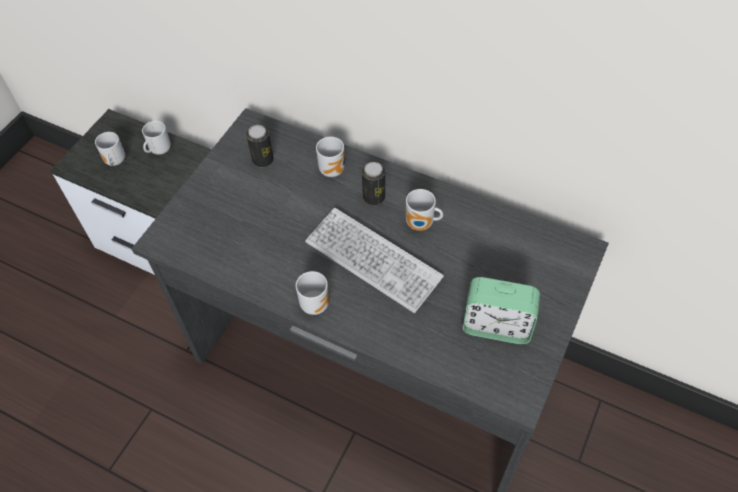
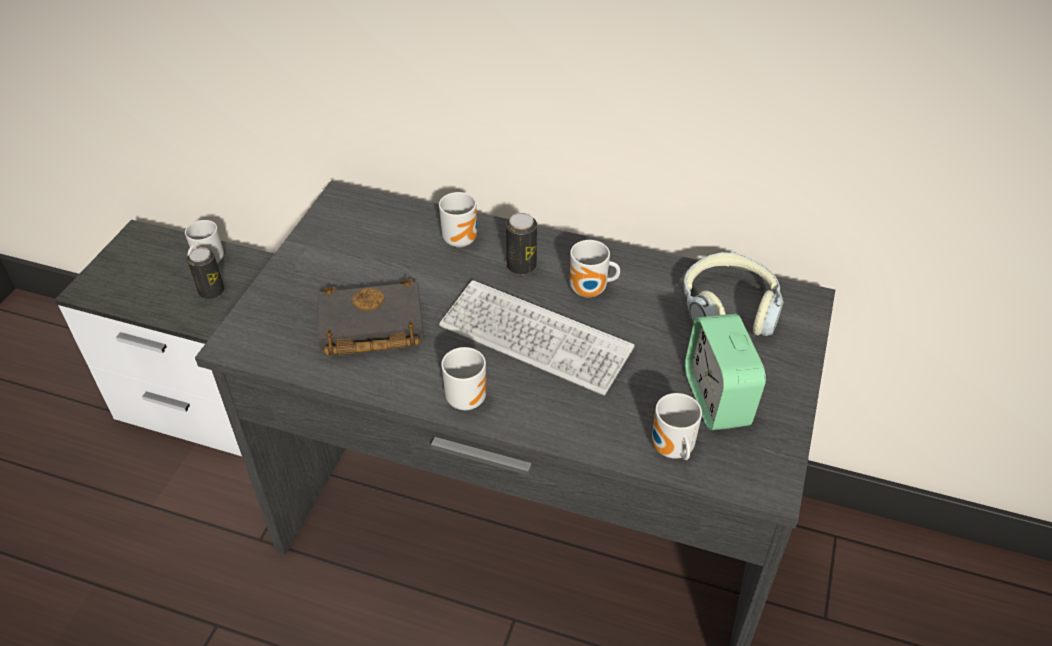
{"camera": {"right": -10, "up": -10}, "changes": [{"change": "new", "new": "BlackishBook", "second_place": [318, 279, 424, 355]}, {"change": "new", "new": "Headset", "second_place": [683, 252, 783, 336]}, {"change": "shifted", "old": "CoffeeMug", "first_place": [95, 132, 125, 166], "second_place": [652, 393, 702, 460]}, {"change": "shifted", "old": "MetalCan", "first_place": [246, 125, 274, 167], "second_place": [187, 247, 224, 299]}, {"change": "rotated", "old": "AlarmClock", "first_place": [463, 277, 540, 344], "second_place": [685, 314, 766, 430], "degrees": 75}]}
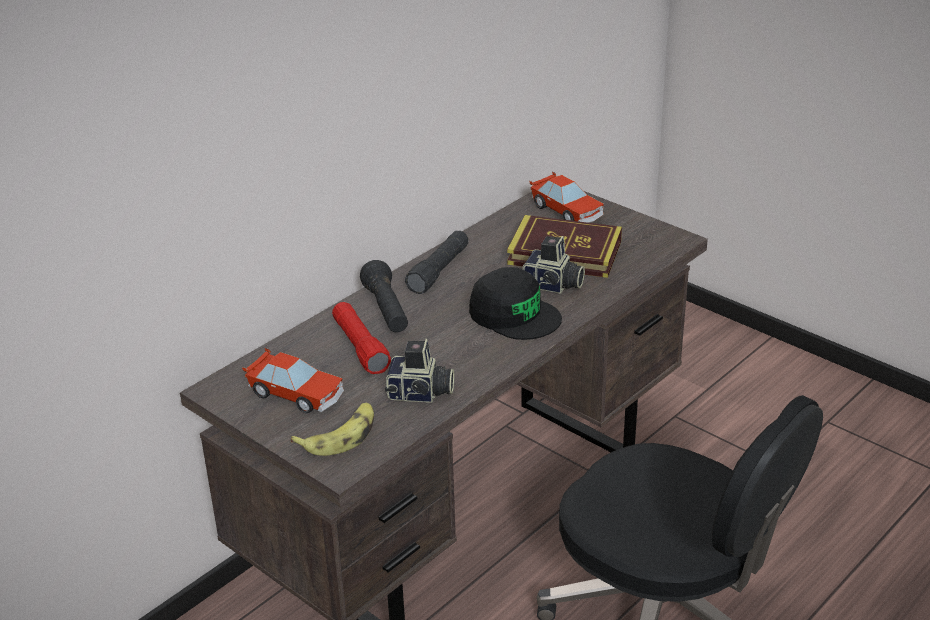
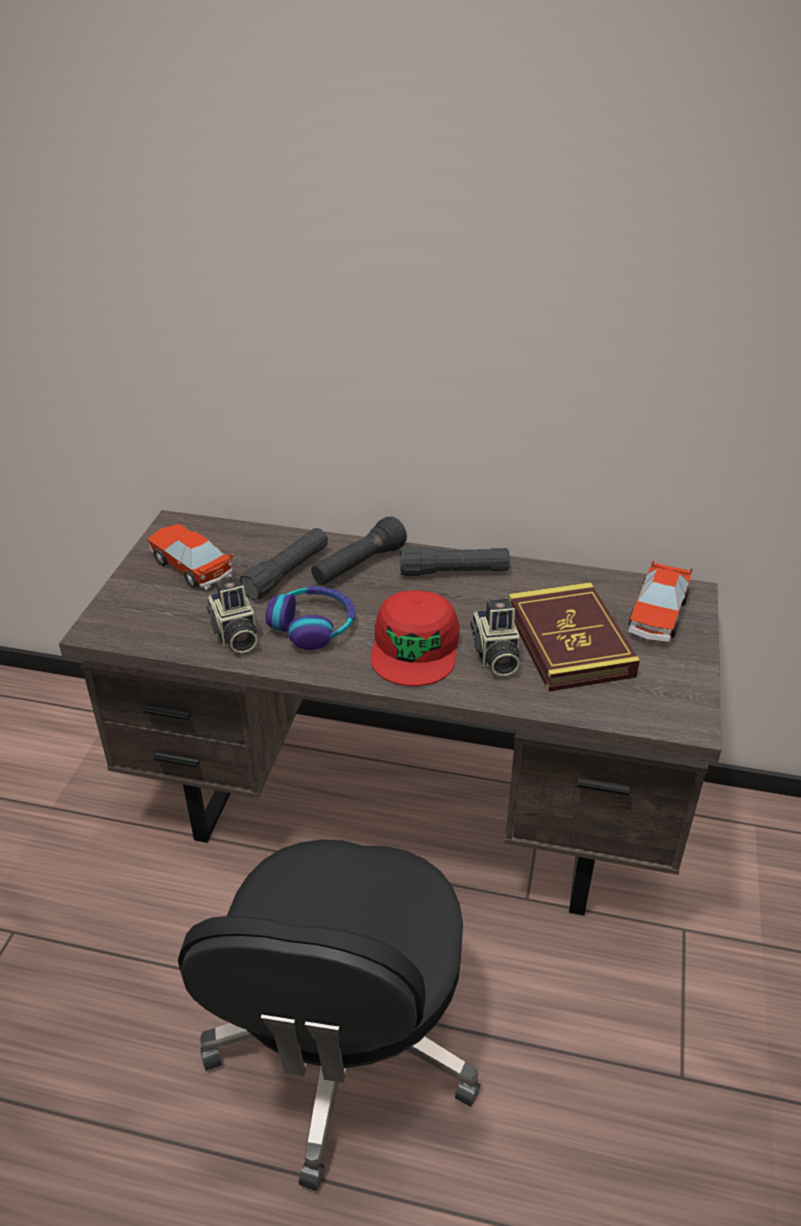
{"camera": {"right": 60, "up": 5}, "changes": [{"change": "gone", "old": "Banana", "first_place": [291, 403, 374, 456]}, {"change": "new", "new": "Headset", "second_place": [266, 586, 355, 650]}, {"change": "repainted", "old": "RedColouredHandTorch", "new": "BlackishHandTorch", "first_place": [332, 302, 391, 374], "second_place": [239, 528, 328, 600]}, {"change": "repainted", "old": "BlackishBaseballCap", "new": "RedColouredBaseballCap", "first_place": [469, 267, 562, 340], "second_place": [371, 590, 459, 686]}, {"change": "rotated", "old": "ToyCar", "first_place": [242, 348, 344, 414], "second_place": [147, 524, 233, 590], "degrees": 135}]}
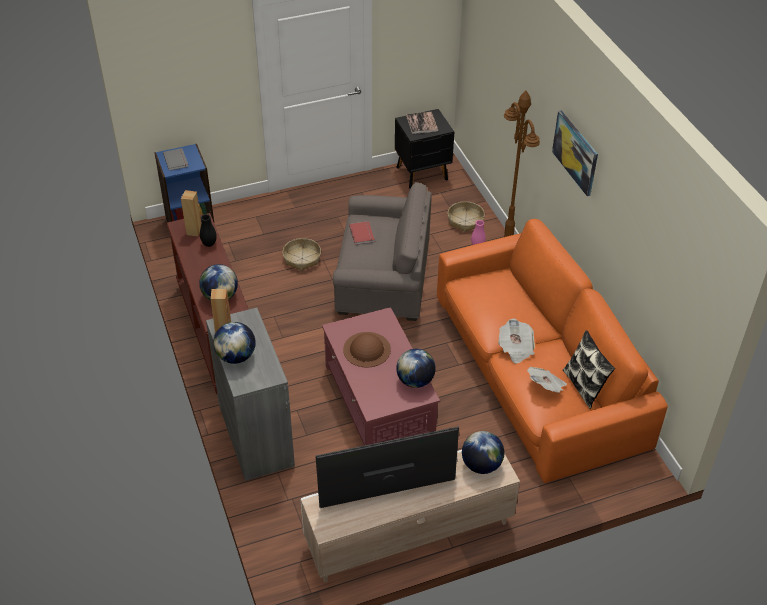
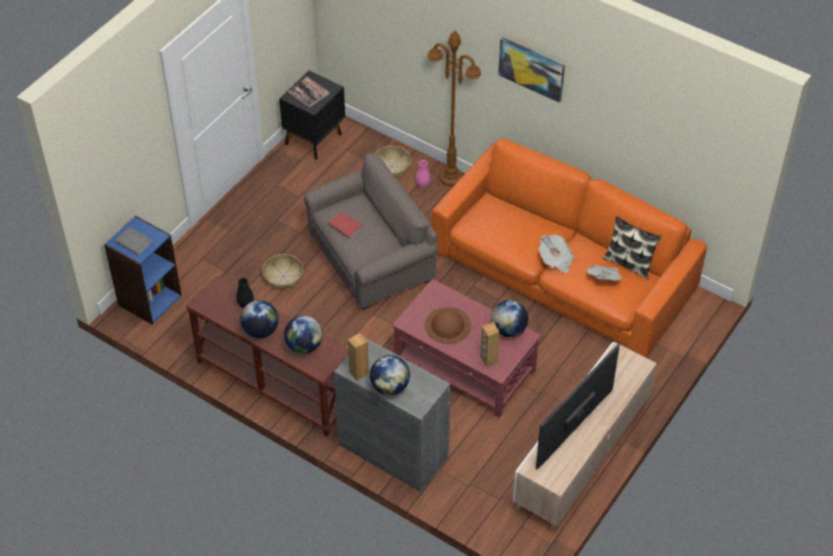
{"camera": {"right": -35, "up": 5}, "changes": [{"change": "shifted", "old": "BrownColouredLoudspeaker", "first_place": [181, 190, 201, 237], "second_place": [480, 322, 500, 367]}, {"change": "shifted", "old": "DeskGlobe", "first_place": [462, 431, 504, 474], "second_place": [240, 300, 279, 338]}]}
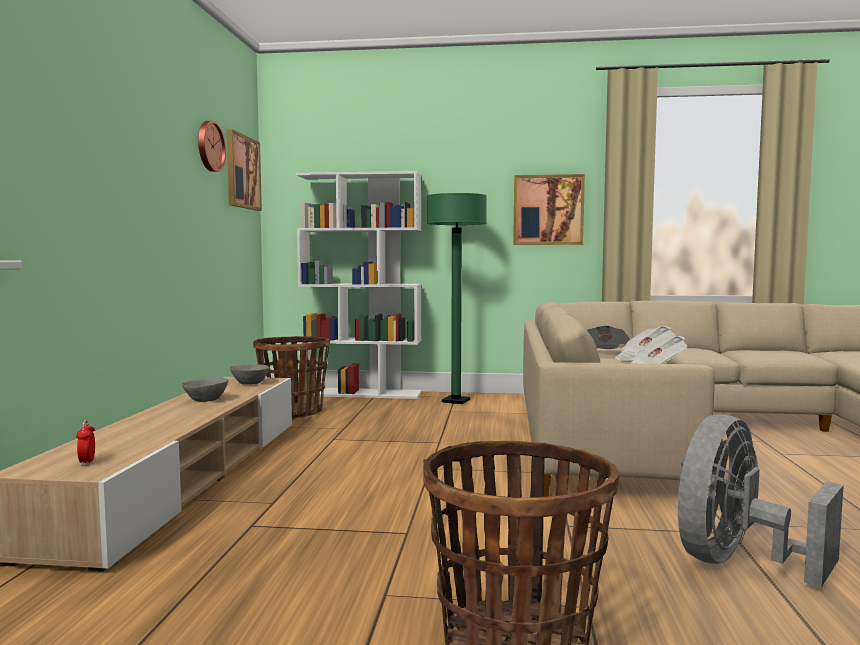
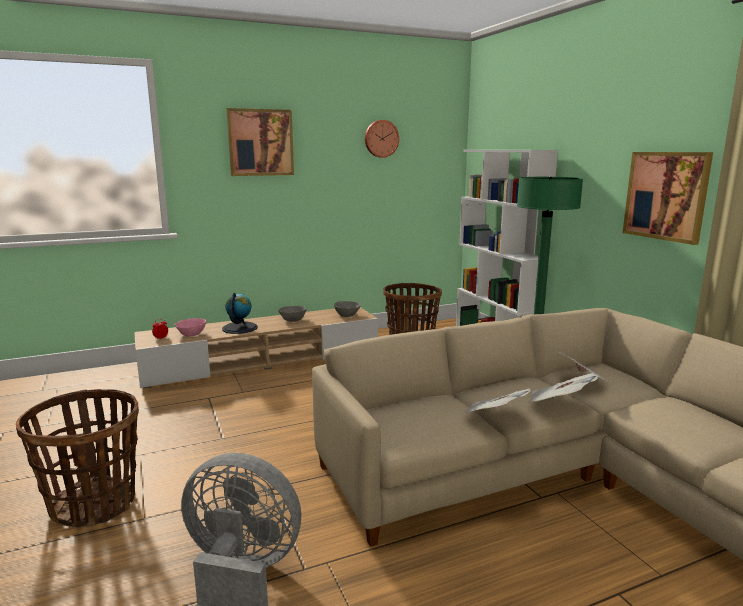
{"camera": {"right": 60, "up": 10}, "changes": [{"change": "new", "new": "PinkColouredDeepDish", "second_place": [175, 318, 206, 336]}, {"change": "new", "new": "DeskGlobe", "second_place": [222, 292, 258, 334]}, {"change": "shifted", "old": "WallPicture", "first_place": [227, 129, 262, 211], "second_place": [226, 108, 294, 176]}]}
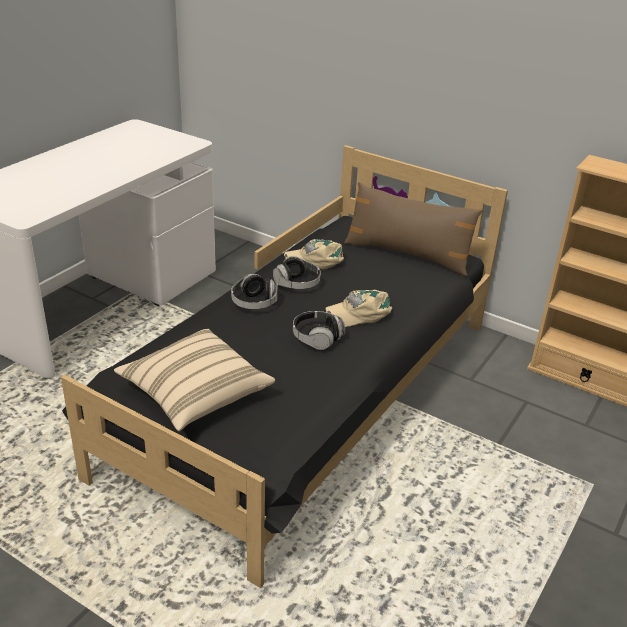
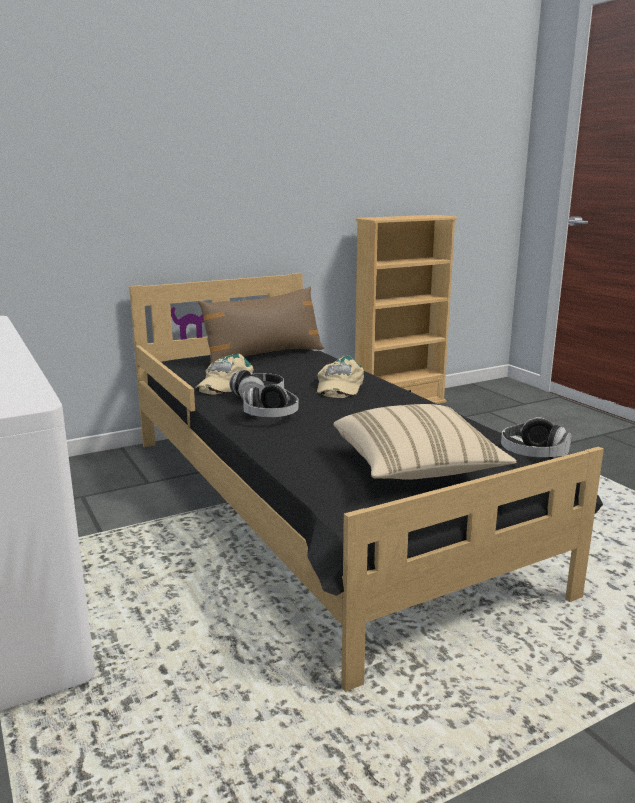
{"camera": {"right": -60, "up": -15}, "changes": [{"change": "shifted", "old": "Headset", "first_place": [293, 311, 345, 350], "second_place": [501, 417, 572, 459]}]}
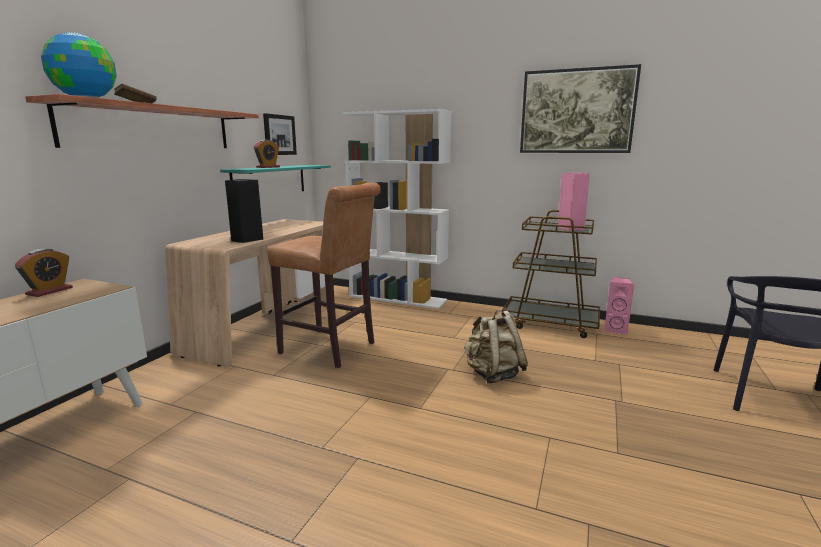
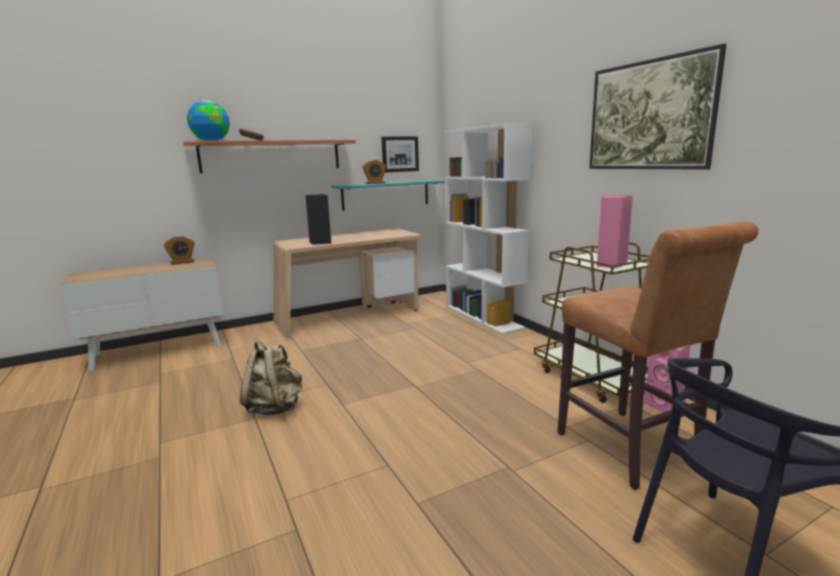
{"camera": {"right": 40, "up": 0}, "changes": [{"change": "shifted", "old": "BrownColouredStool", "first_place": [267, 183, 381, 368], "second_place": [557, 221, 758, 490]}, {"change": "shifted", "old": "BeigeColouredBackpack", "first_place": [464, 310, 528, 383], "second_place": [240, 341, 302, 415]}]}
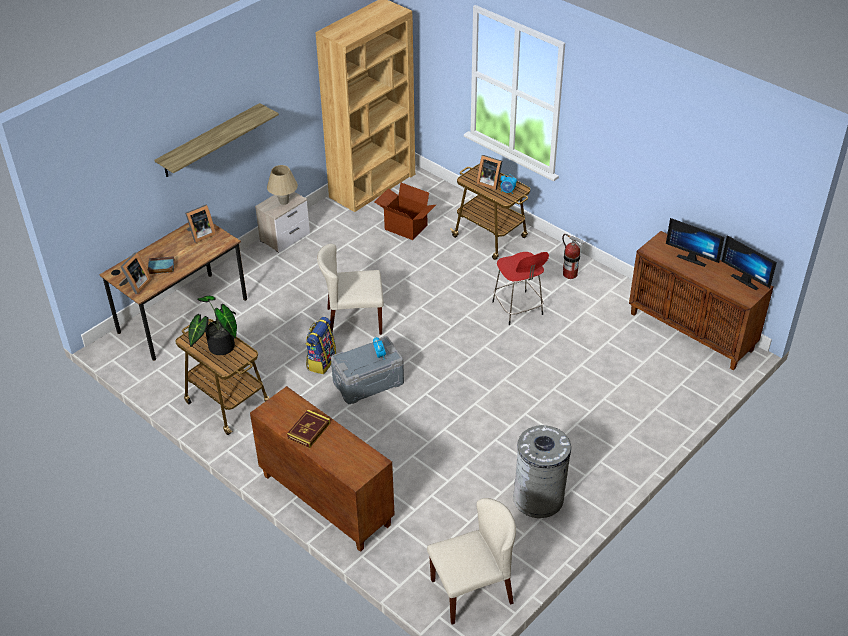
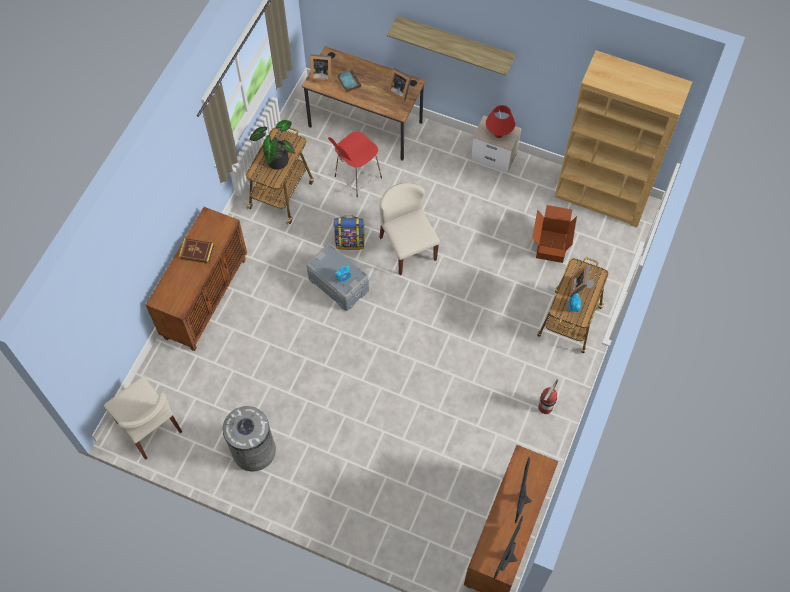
{"camera": {"right": 70, "up": 20}, "changes": [{"change": "shifted", "old": "RedColouredStool", "first_place": [492, 252, 549, 325], "second_place": [328, 131, 382, 197]}, {"change": "repainted", "old": "BeigeColouredLampForATable", "new": "RedColouredLampForATable", "first_place": [267, 165, 298, 205], "second_place": [486, 105, 515, 138]}]}
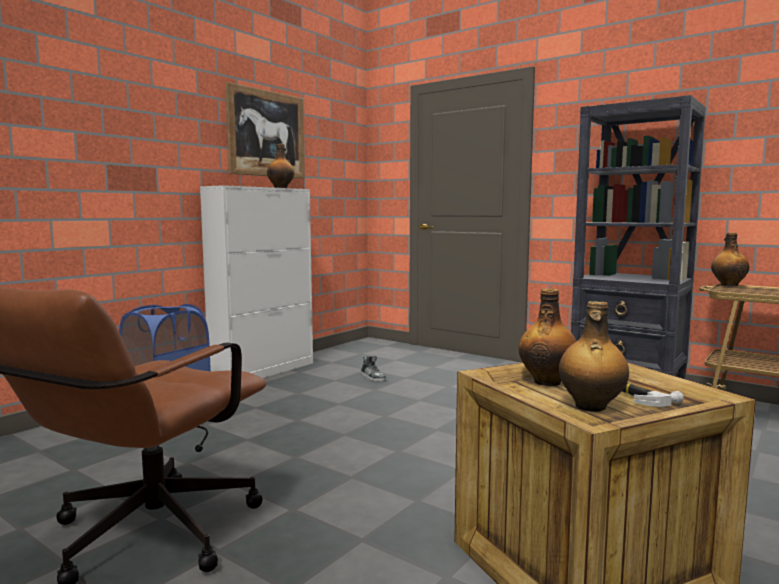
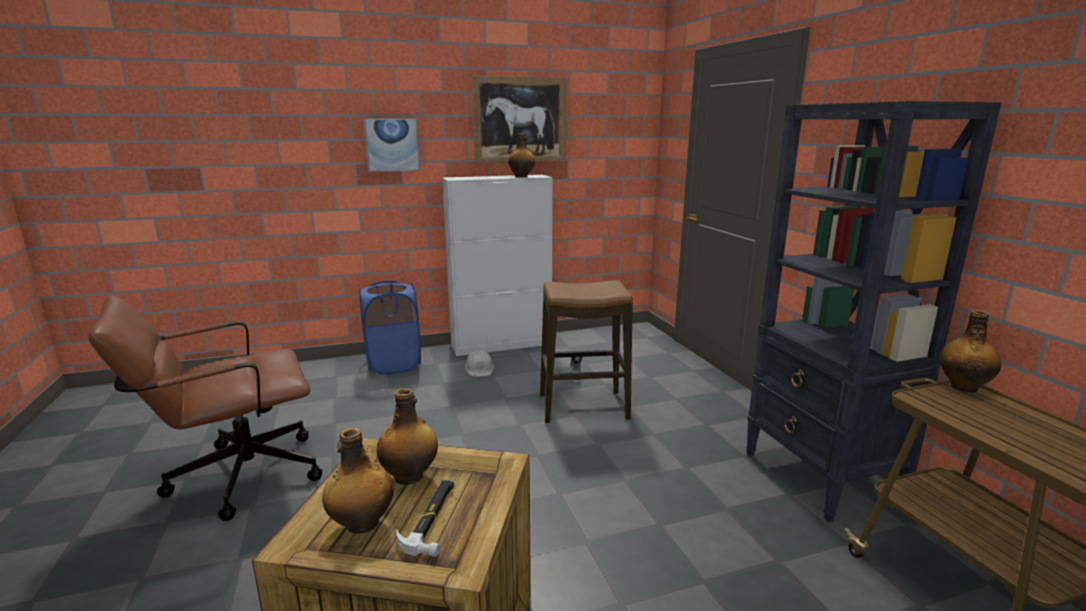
{"camera": {"right": 35, "up": 10}, "changes": [{"change": "new", "new": "WallPicture", "second_place": [363, 118, 420, 172]}, {"change": "new", "new": "WhiteHardHat", "second_place": [465, 349, 494, 377]}, {"change": "new", "new": "Stool", "second_place": [540, 280, 633, 423]}]}
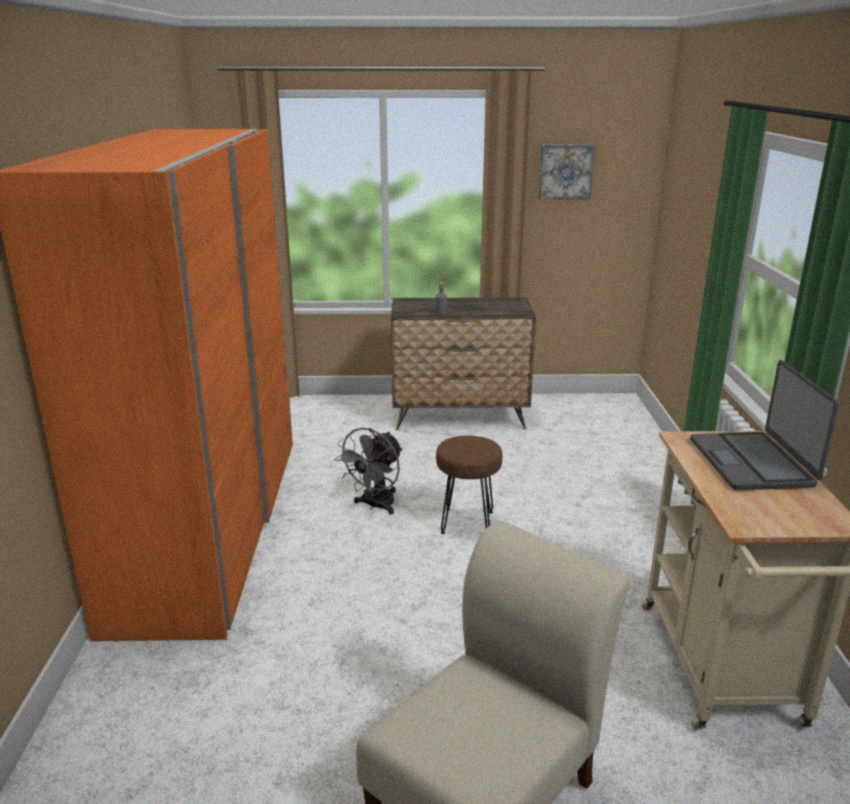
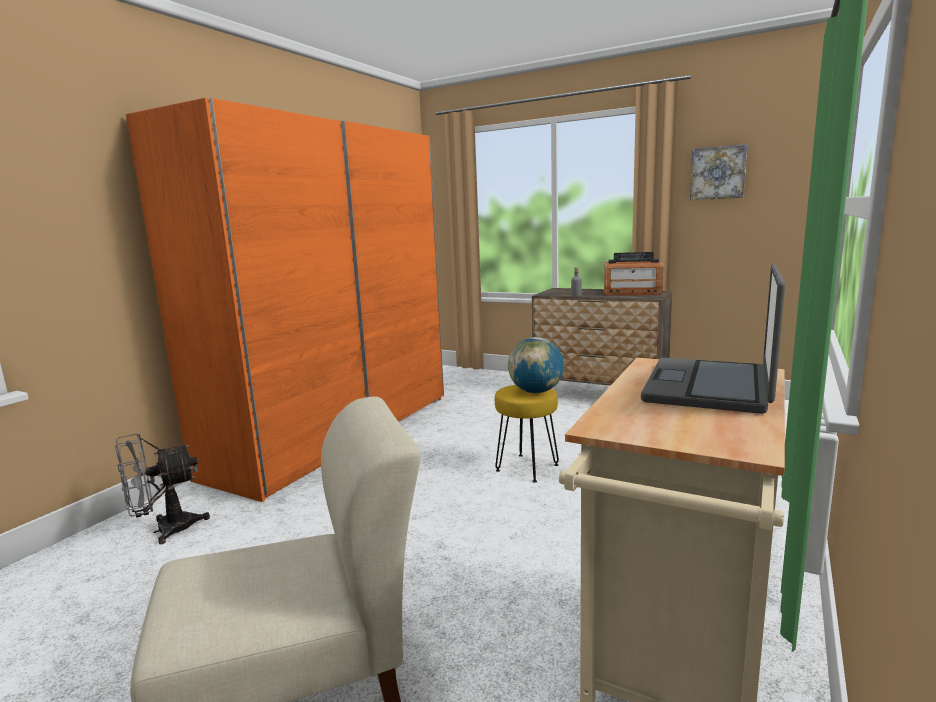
{"camera": {"right": 30, "up": -10}, "changes": [{"change": "new", "new": "DeskGlobe", "second_place": [508, 337, 564, 393]}, {"change": "new", "new": "Radio", "second_place": [604, 252, 663, 295]}, {"change": "shifted", "old": "GreyCoolingFan", "first_place": [335, 428, 403, 514], "second_place": [116, 433, 210, 544]}, {"change": "repainted", "old": "BrownColouredStool", "new": "YellowishStool", "first_place": [436, 435, 502, 534], "second_place": [495, 385, 559, 483]}]}
